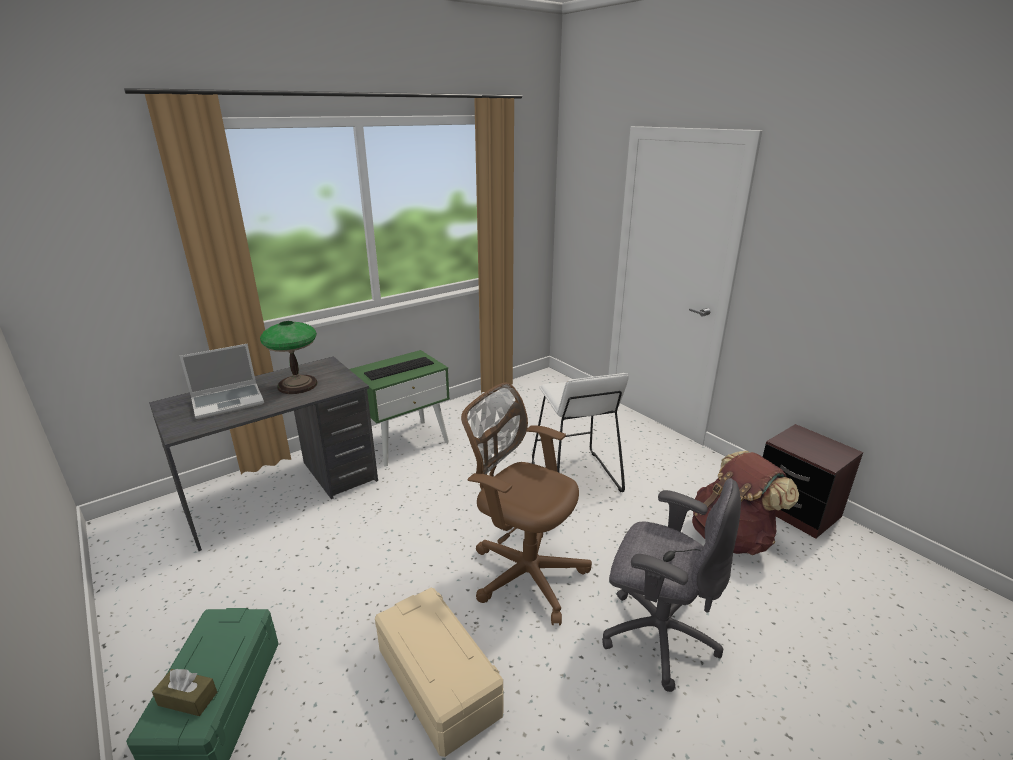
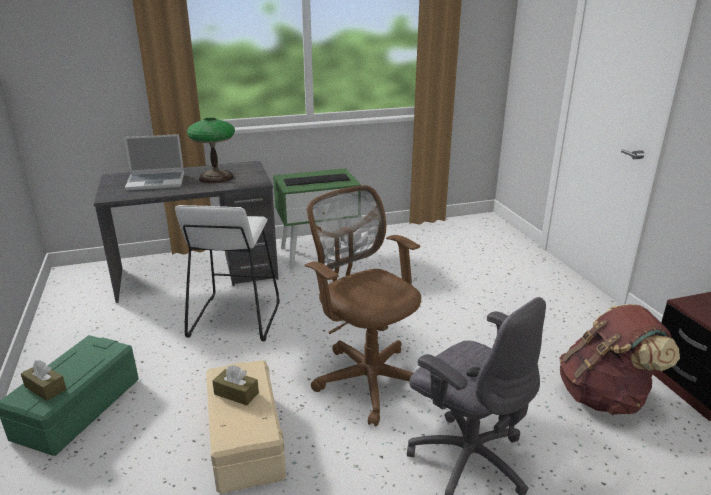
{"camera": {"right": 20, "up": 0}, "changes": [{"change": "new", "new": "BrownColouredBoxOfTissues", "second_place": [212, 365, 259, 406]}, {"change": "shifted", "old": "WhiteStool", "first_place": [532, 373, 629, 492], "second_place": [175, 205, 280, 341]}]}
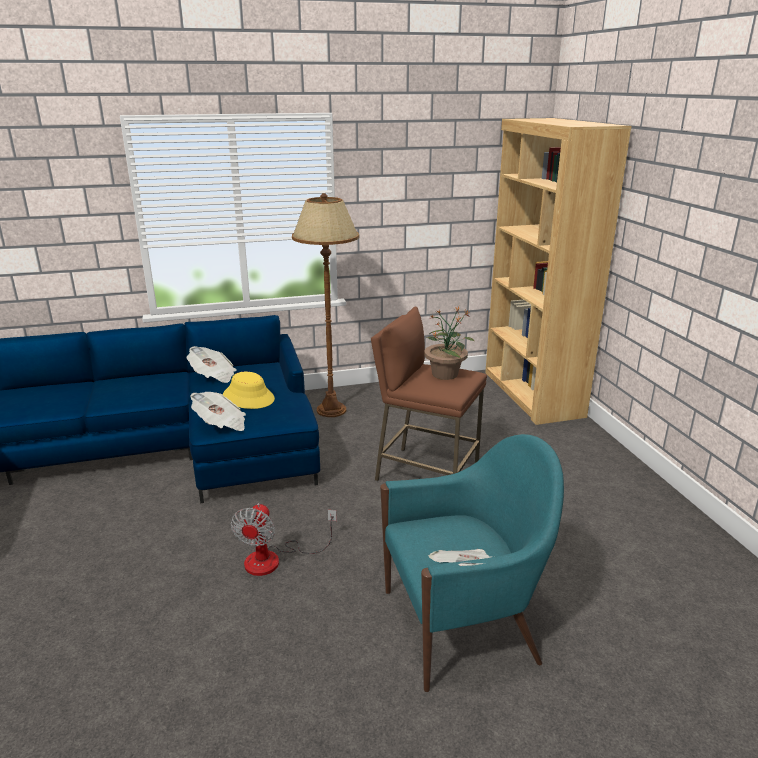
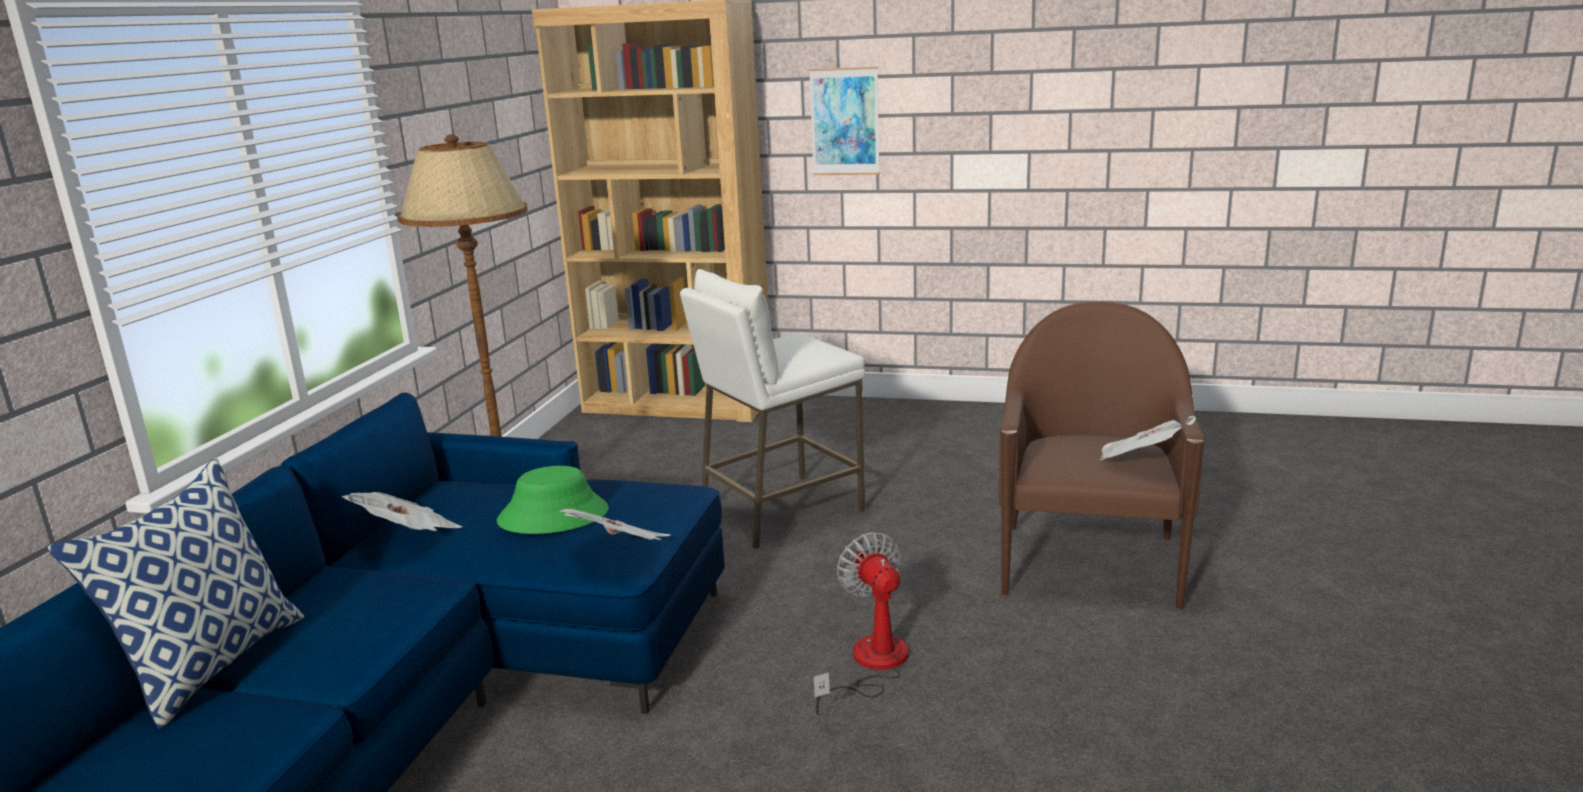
{"camera": {"right": -60, "up": -5}, "changes": [{"change": "gone", "old": "PlantInAPot", "first_place": [424, 307, 475, 380]}, {"change": "new", "new": "Cushion", "second_place": [47, 458, 304, 729]}, {"change": "new", "new": "WallPicture", "second_place": [809, 67, 880, 175]}, {"change": "repainted", "old": "YellowishWearableHat", "new": "GreenWearableHat", "first_place": [223, 372, 275, 409], "second_place": [497, 466, 609, 534]}, {"change": "repainted", "old": "BrownColouredStool", "new": "WhiteStool", "first_place": [371, 306, 487, 481], "second_place": [680, 269, 865, 549]}, {"change": "repainted", "old": "TurquoiseLoungeChair", "new": "BrownColouredLoungeChair", "first_place": [380, 434, 564, 692], "second_place": [999, 301, 1205, 610]}, {"change": "rotated", "old": "CoolingFan", "first_place": [231, 503, 337, 576], "second_place": [814, 532, 908, 715], "degrees": -150}]}
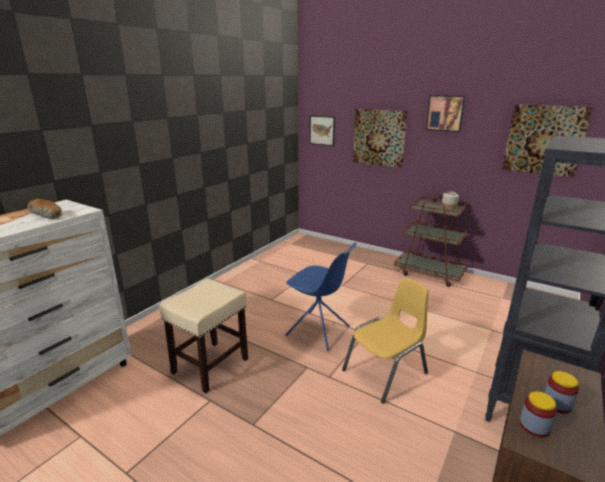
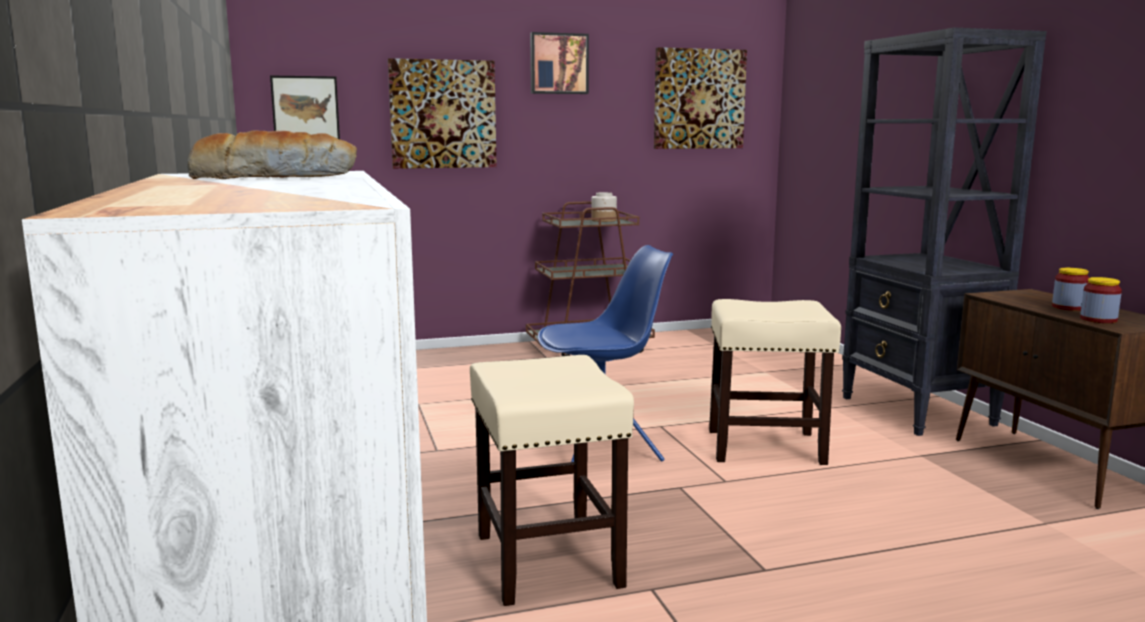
{"camera": {"right": -50, "up": -10}, "changes": [{"change": "swapped", "old": "YellowishPlainChair", "new": "BeigeColouredStool", "first_place": [342, 278, 429, 404], "second_place": [709, 299, 841, 465]}]}
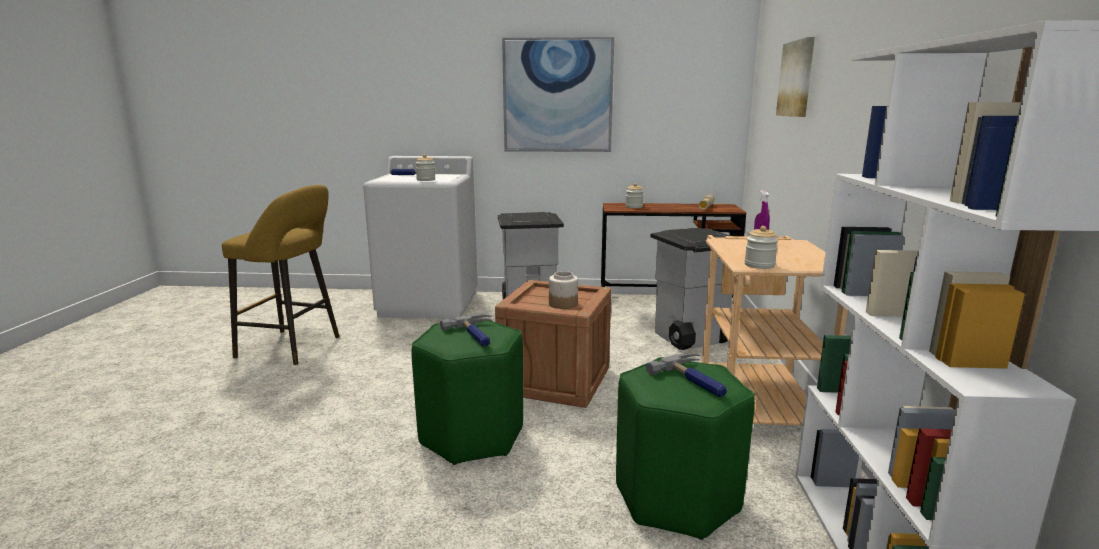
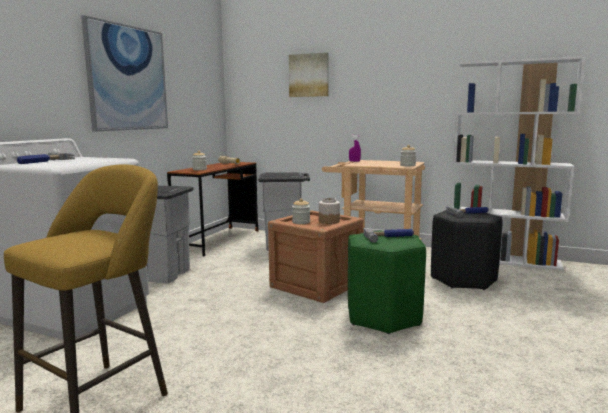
{"camera": {"right": -70, "up": -5}, "changes": [{"change": "shifted", "old": "PreserveJar", "first_place": [416, 154, 435, 181], "second_place": [292, 198, 310, 224]}, {"change": "repainted", "old": "GreenStool", "new": "BlackishStool", "first_place": [616, 357, 755, 540], "second_place": [431, 210, 503, 290]}]}
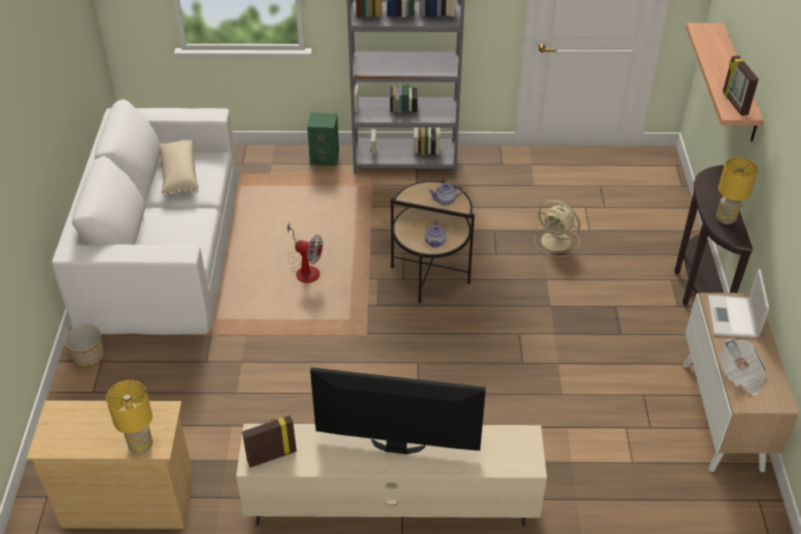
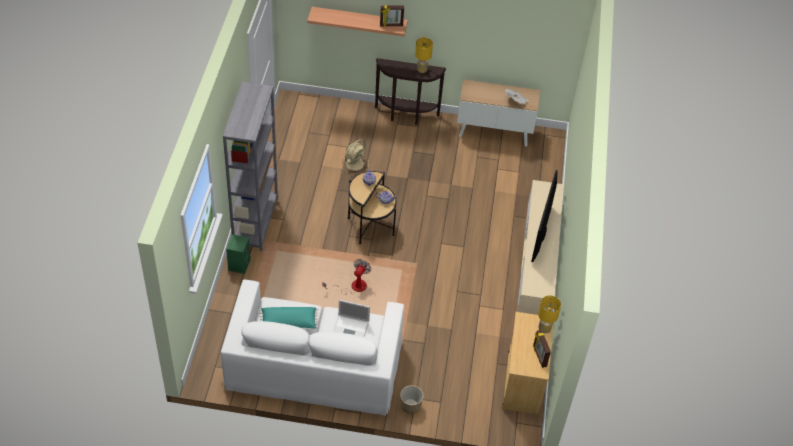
{"camera": {"right": -85, "up": 5}, "changes": [{"change": "shifted", "old": "PictureFrame", "first_place": [242, 415, 296, 468], "second_place": [533, 330, 551, 368]}, {"change": "shifted", "old": "Laptop", "first_place": [708, 269, 770, 338], "second_place": [333, 300, 370, 337]}, {"change": "repainted", "old": "BeigeColouredCushion", "new": "TurquoiseCushion", "first_place": [159, 140, 199, 196], "second_place": [259, 307, 319, 329]}]}
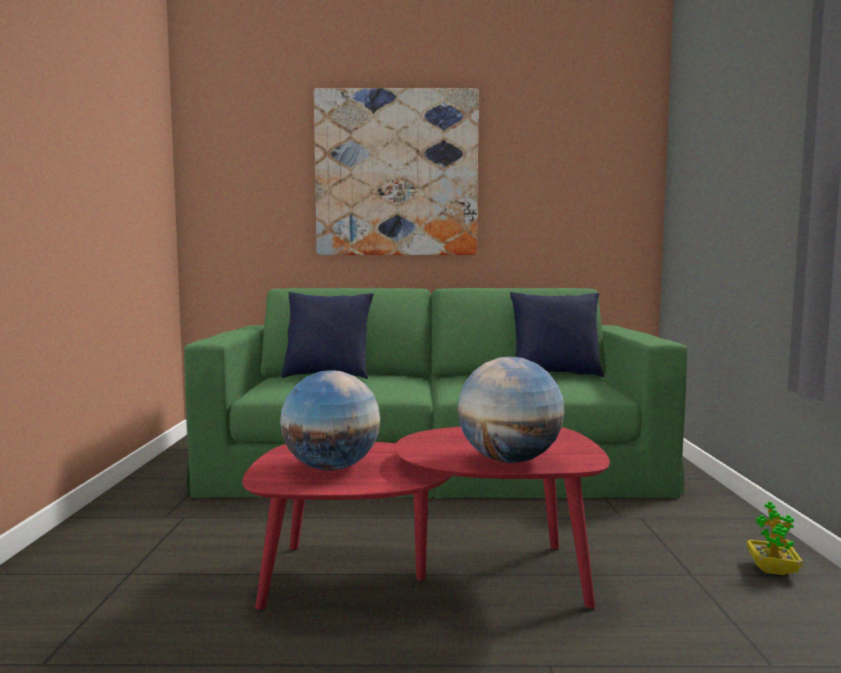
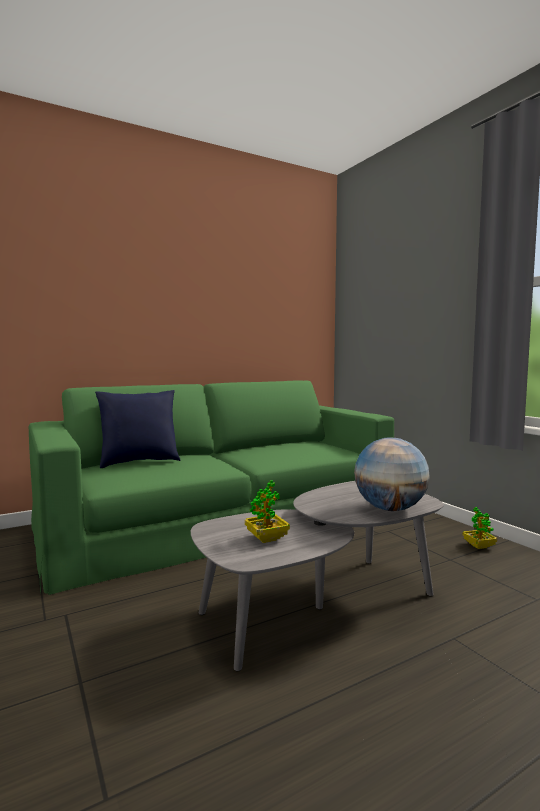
{"camera": {"right": -30, "up": 0}, "changes": [{"change": "gone", "old": "WallPicture", "first_place": [314, 88, 479, 255]}, {"change": "gone", "old": "BlueCushion", "first_place": [510, 292, 604, 377]}, {"change": "swapped", "old": "DeskGlobe", "new": "PlantInAPot", "first_place": [280, 371, 380, 471], "second_place": [245, 480, 290, 543]}, {"change": "repainted", "old": "RedColouredCoffeeTable", "new": "GreyCoffeeTable", "first_place": [242, 427, 610, 610], "second_place": [191, 481, 444, 671]}]}
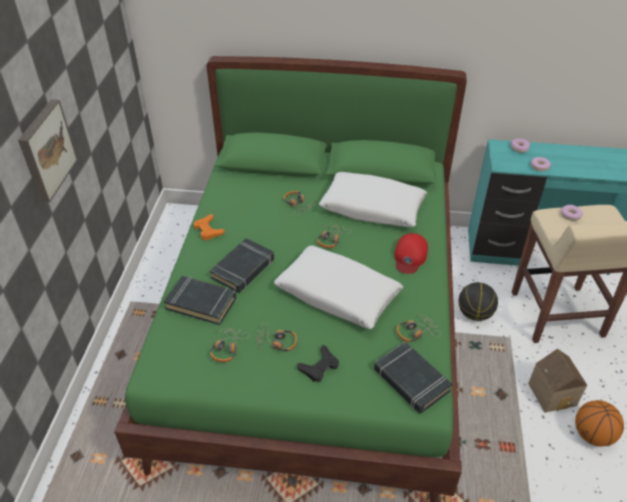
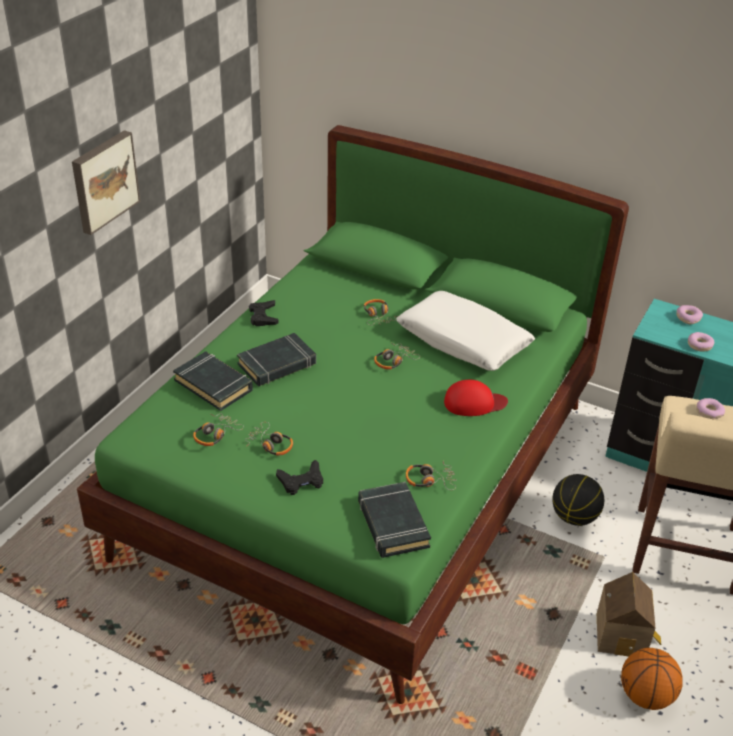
{"camera": {"right": 20, "up": -5}, "changes": [{"change": "gone", "old": "WhiteCushion", "first_place": [274, 245, 403, 329]}, {"change": "repainted", "old": "OrangeJoypad", "new": "BlackishJoypad", "first_place": [194, 214, 225, 240], "second_place": [249, 300, 279, 326]}, {"change": "rotated", "old": "RedColouredBaseballCap", "first_place": [394, 233, 428, 274], "second_place": [444, 380, 508, 416], "degrees": -135}]}
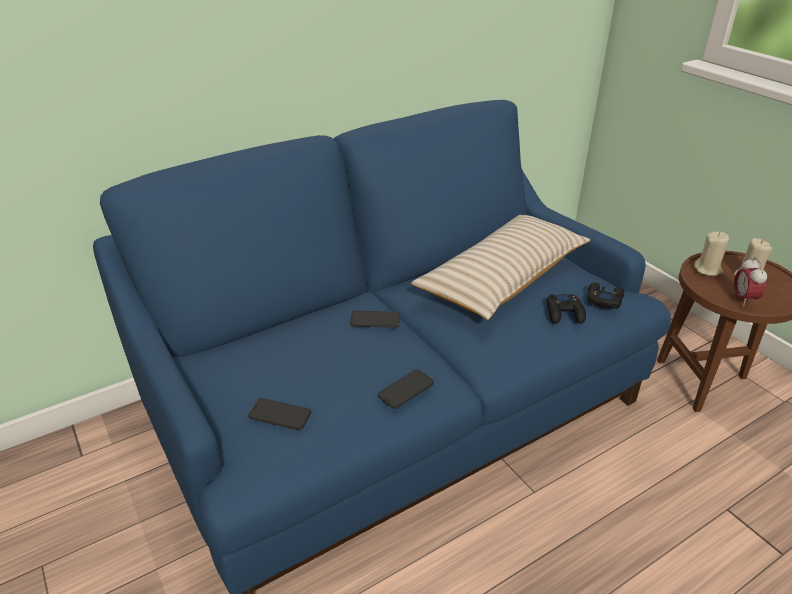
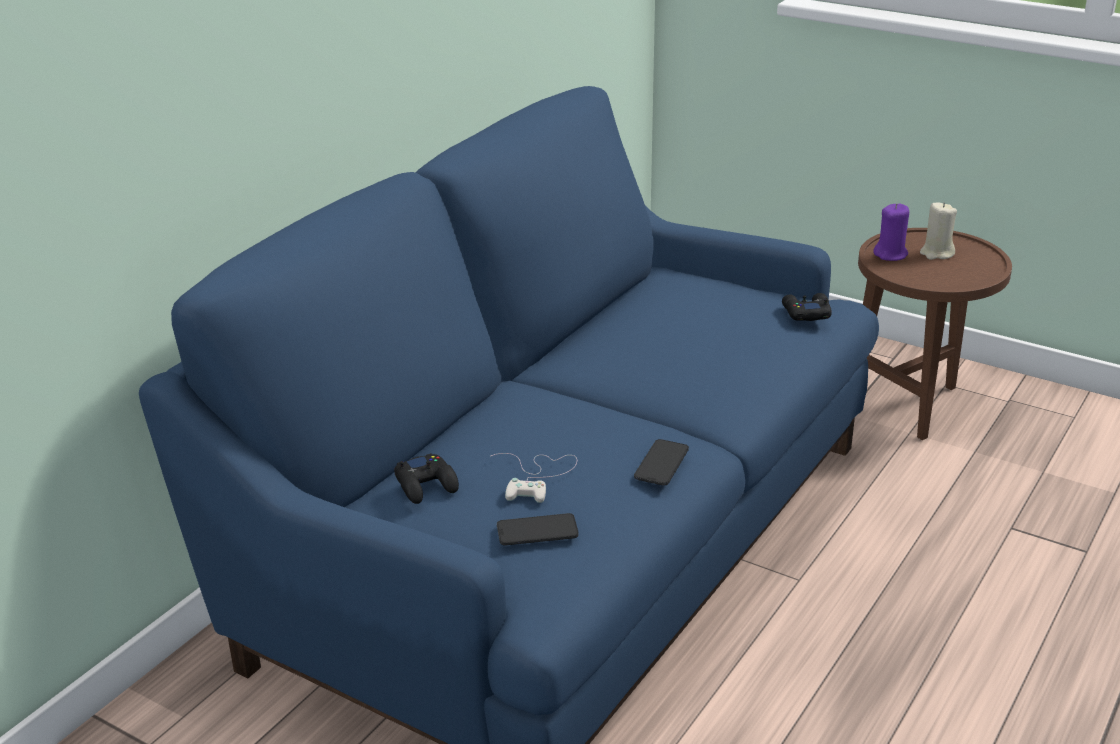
{"camera": {"right": -25, "up": -5}, "changes": [{"change": "gone", "old": "Handset", "first_place": [350, 311, 400, 328]}, {"change": "gone", "old": "BeigeColouredCushion", "first_place": [411, 215, 591, 320]}, {"change": "gone", "old": "AlarmClock", "first_place": [733, 257, 767, 306]}, {"change": "new", "new": "WhiteJoypad", "second_place": [490, 453, 577, 503]}, {"change": "shifted", "old": "BlackishJoypad", "first_place": [546, 294, 586, 324], "second_place": [394, 453, 459, 504]}, {"change": "repainted", "old": "BeigeColouredWaxCandle", "new": "PurpleWaxCandle", "first_place": [694, 232, 729, 276], "second_place": [873, 204, 909, 261]}]}
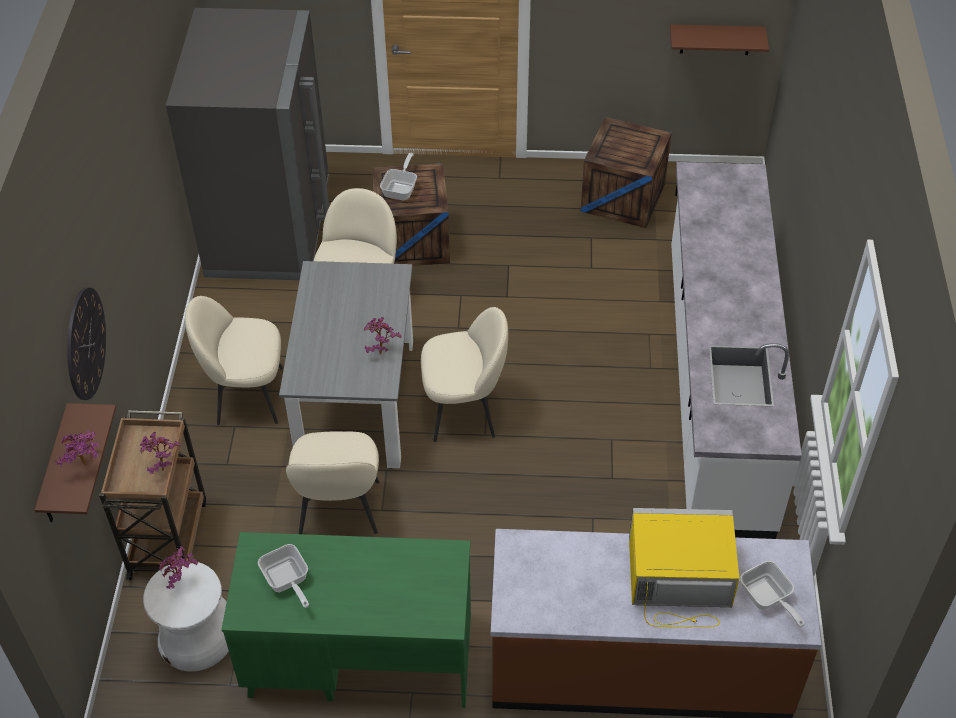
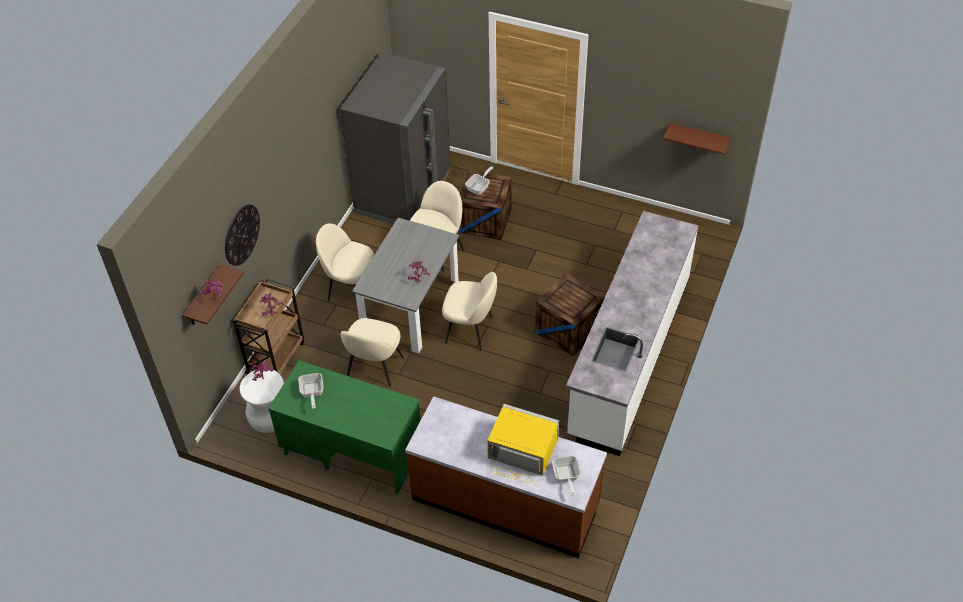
{"camera": {"right": 20, "up": 0}, "changes": [{"change": "shifted", "old": "ShippingCrate", "first_place": [581, 117, 672, 228], "second_place": [535, 273, 605, 357]}]}
